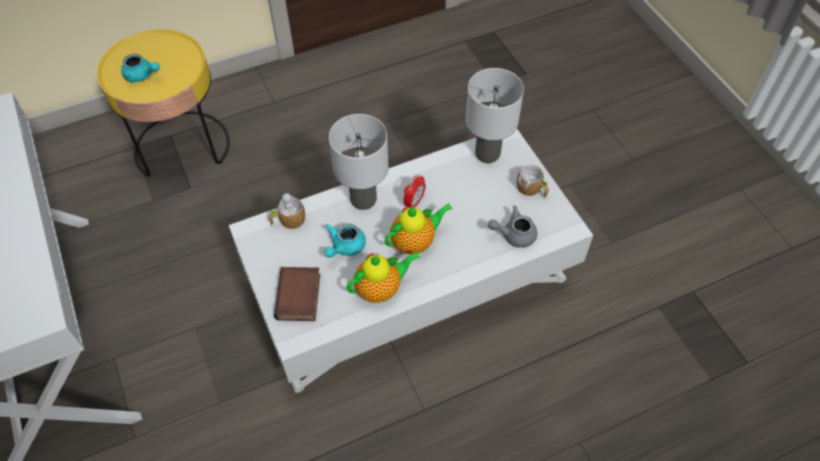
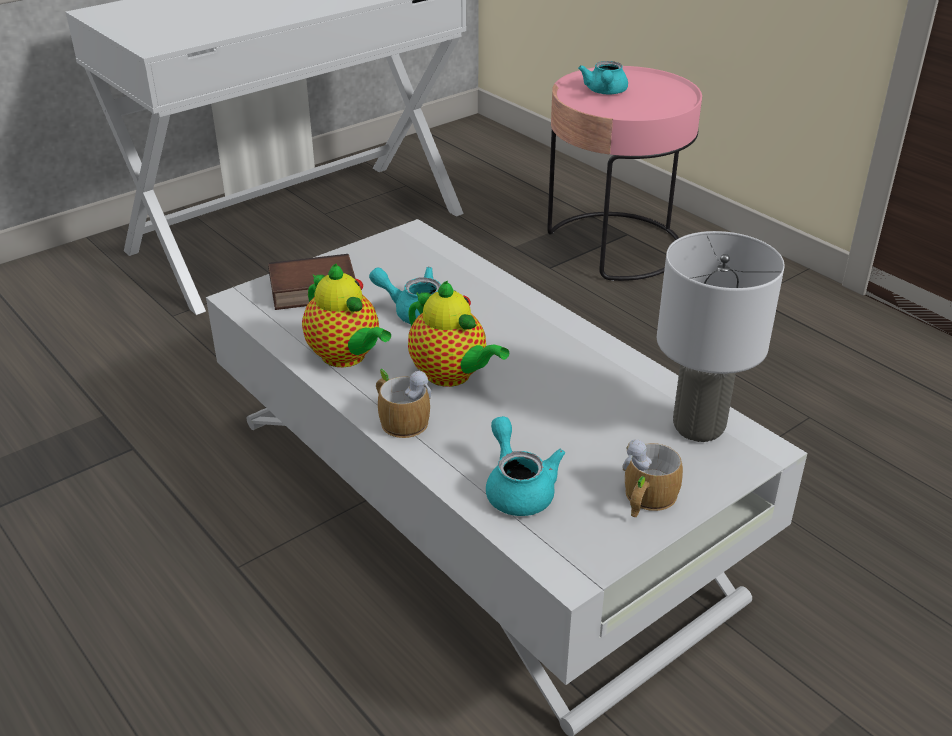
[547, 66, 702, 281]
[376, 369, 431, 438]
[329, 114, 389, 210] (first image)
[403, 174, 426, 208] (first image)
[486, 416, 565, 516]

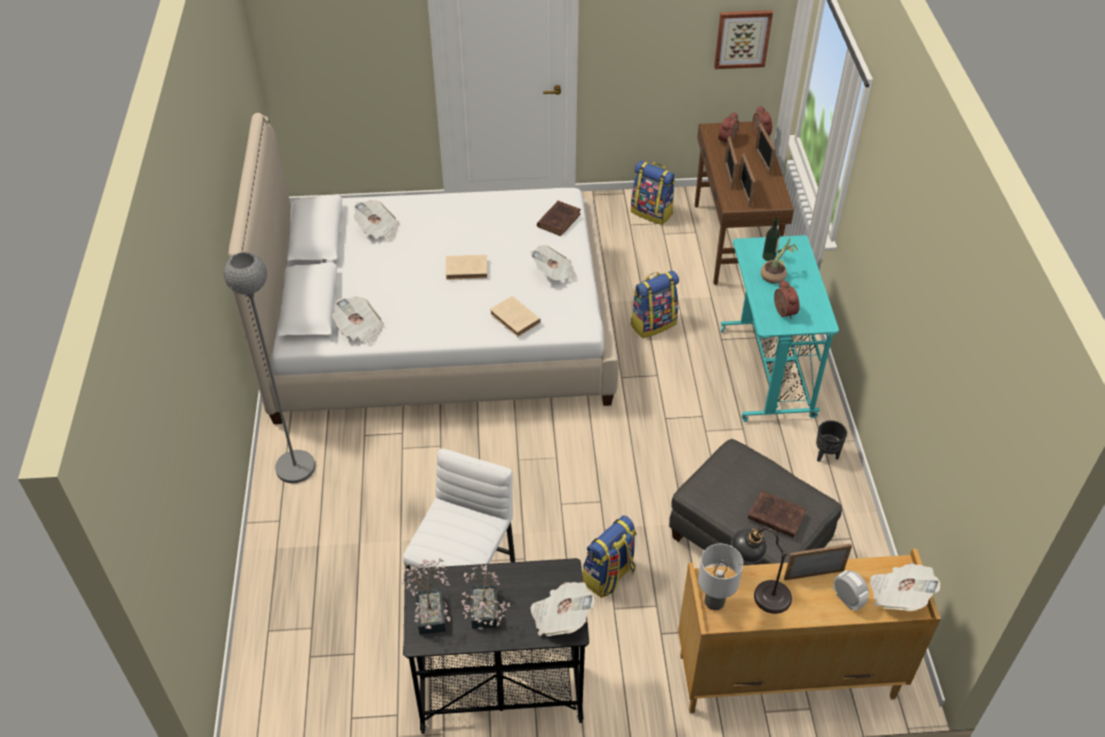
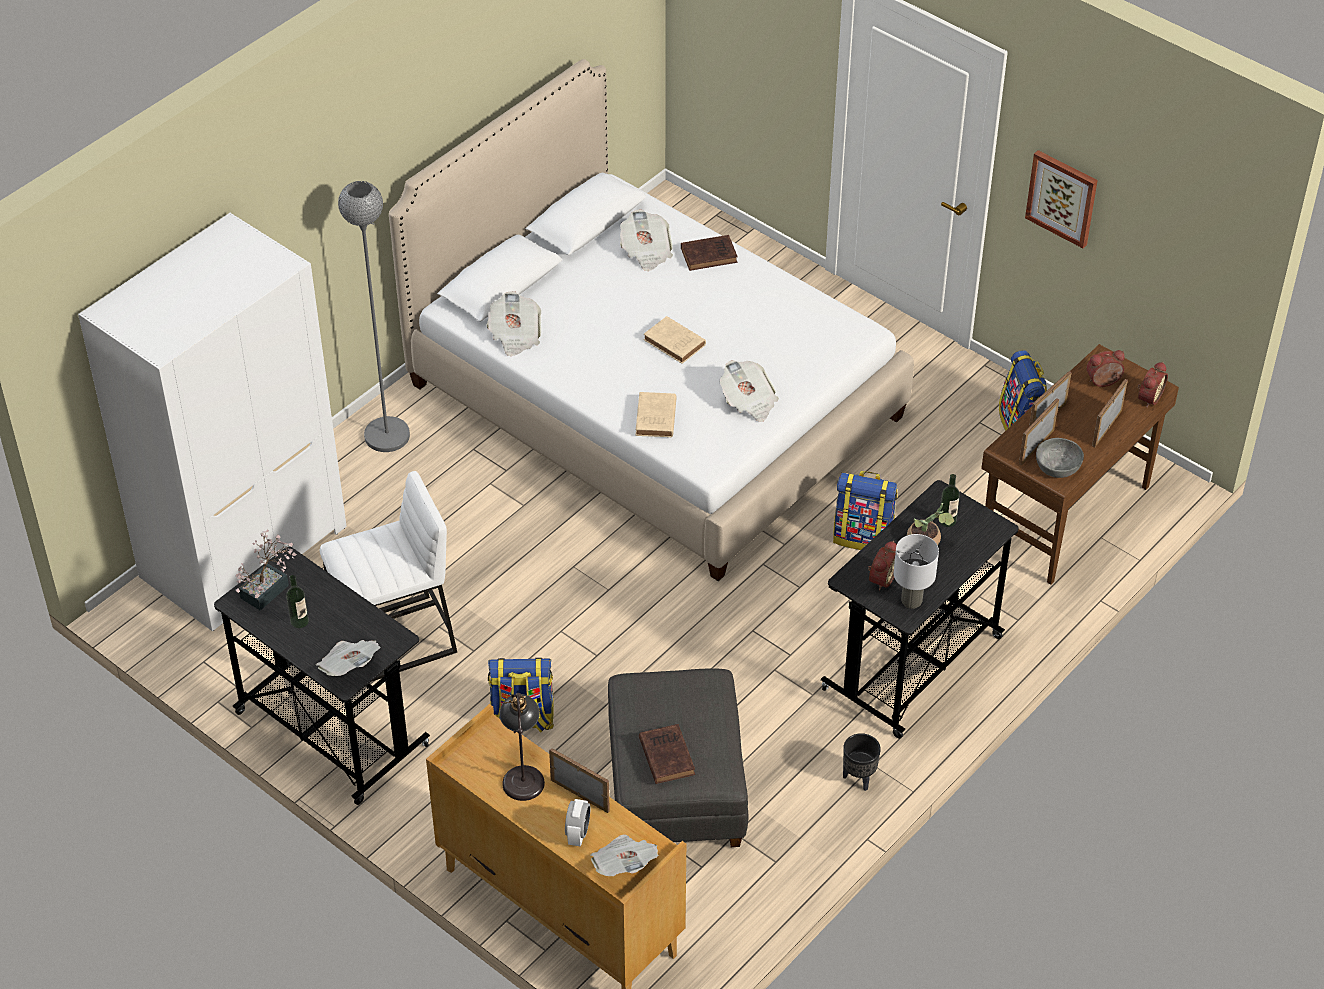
[286, 575, 309, 628]
[681, 235, 738, 271]
[893, 534, 939, 609]
[1025, 150, 1098, 248]
[821, 480, 1019, 739]
[78, 213, 347, 631]
[1036, 438, 1084, 478]

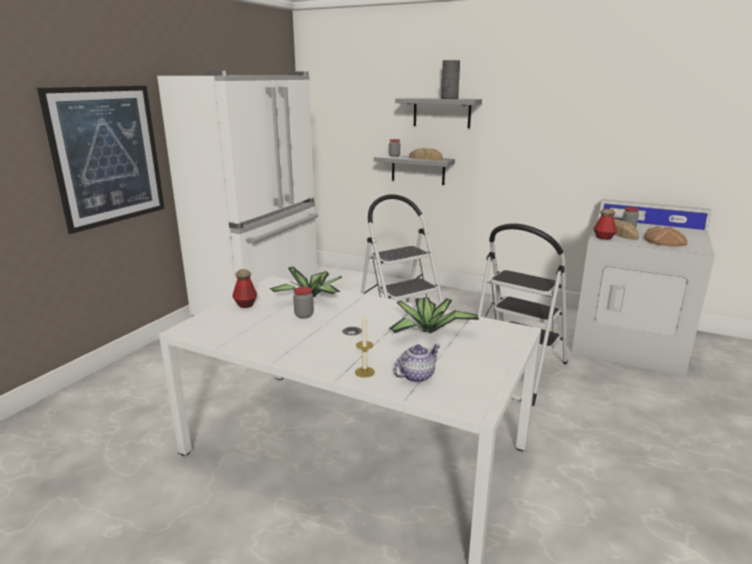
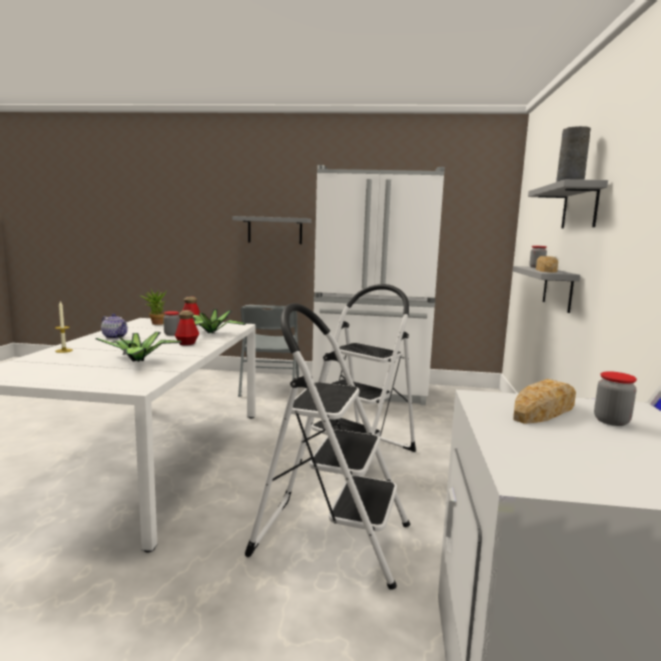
[232, 216, 312, 244]
[101, 314, 128, 339]
[175, 310, 199, 346]
[644, 226, 687, 247] (first image)
[139, 289, 167, 325]
[238, 305, 299, 397]

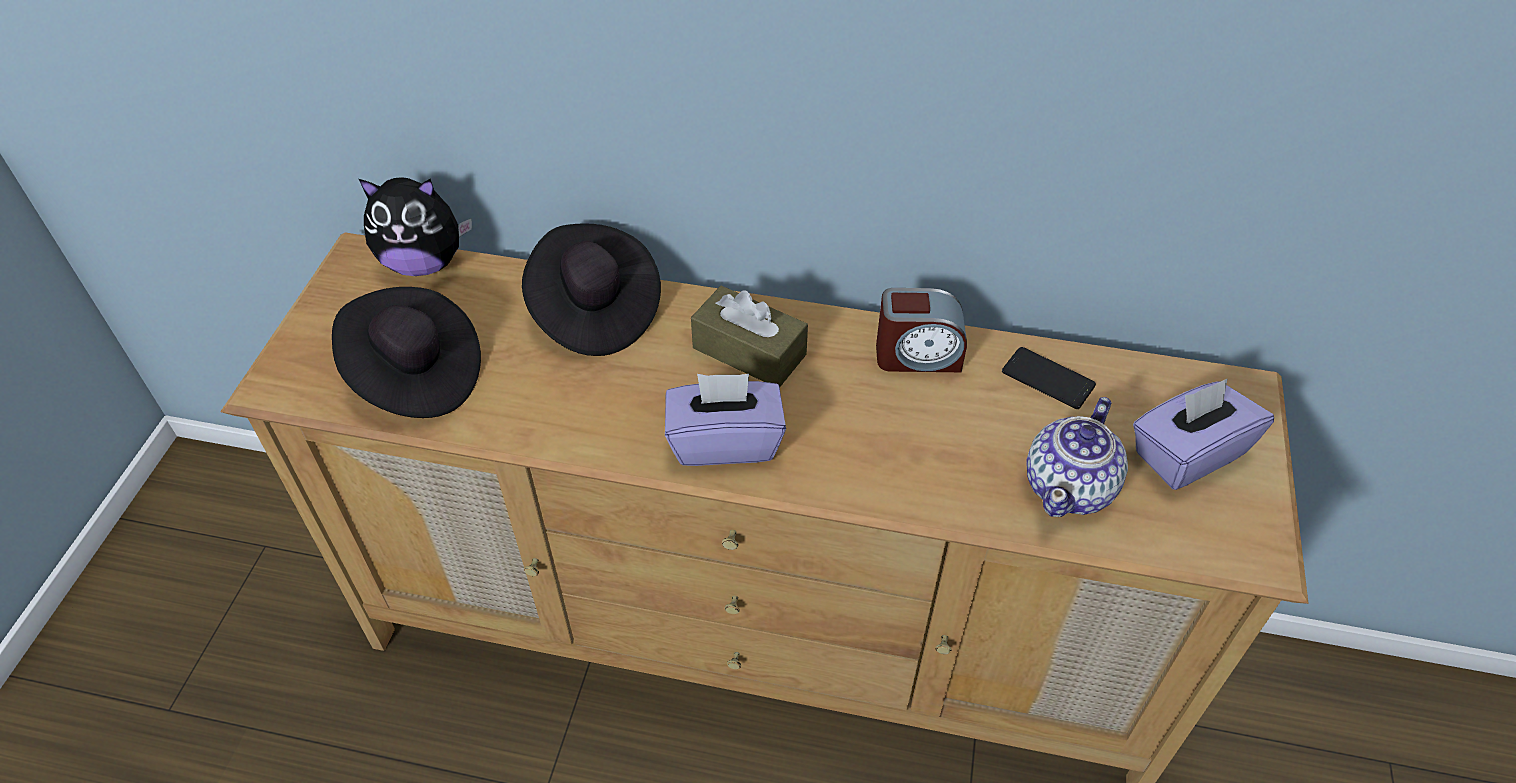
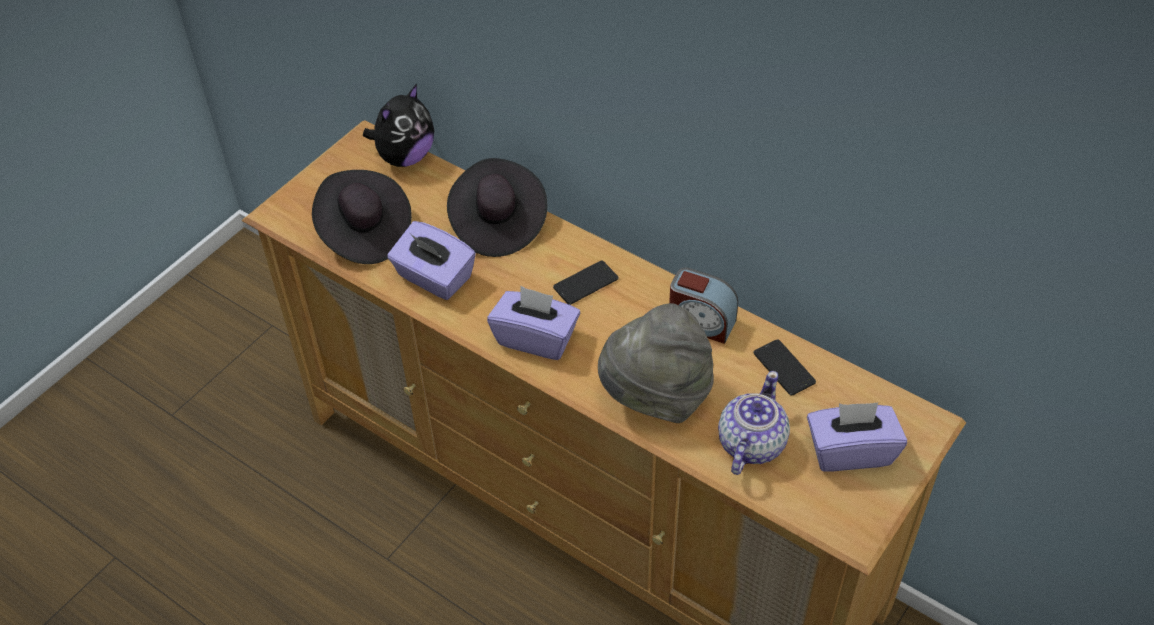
[363, 84, 434, 167]
[553, 261, 619, 305]
[718, 371, 790, 475]
[387, 221, 476, 300]
[598, 303, 714, 423]

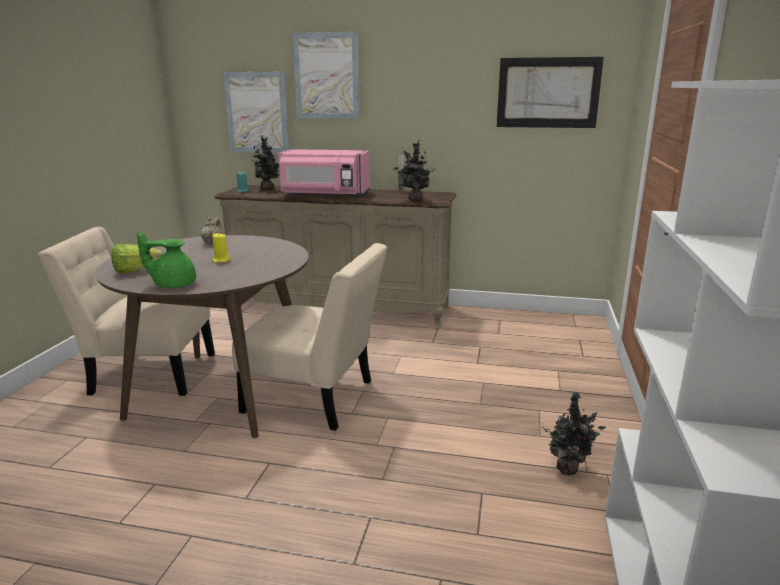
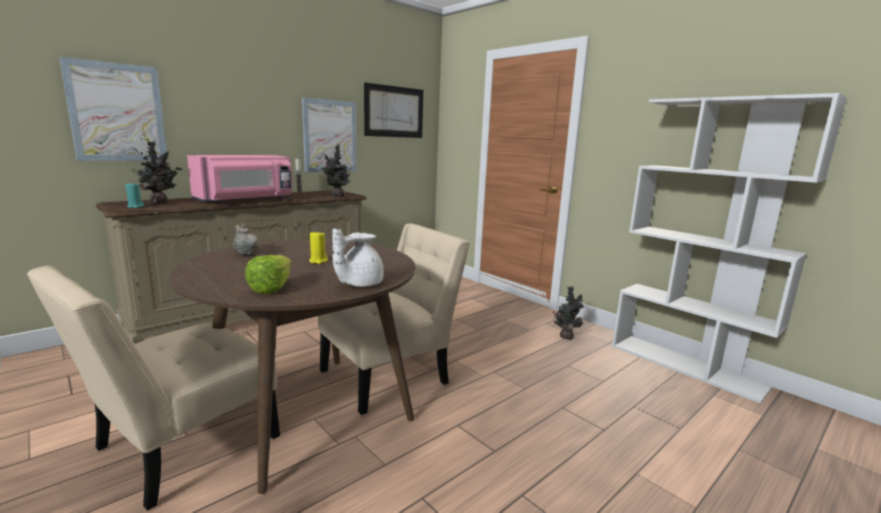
[332, 229, 384, 287]
[302, 97, 356, 172]

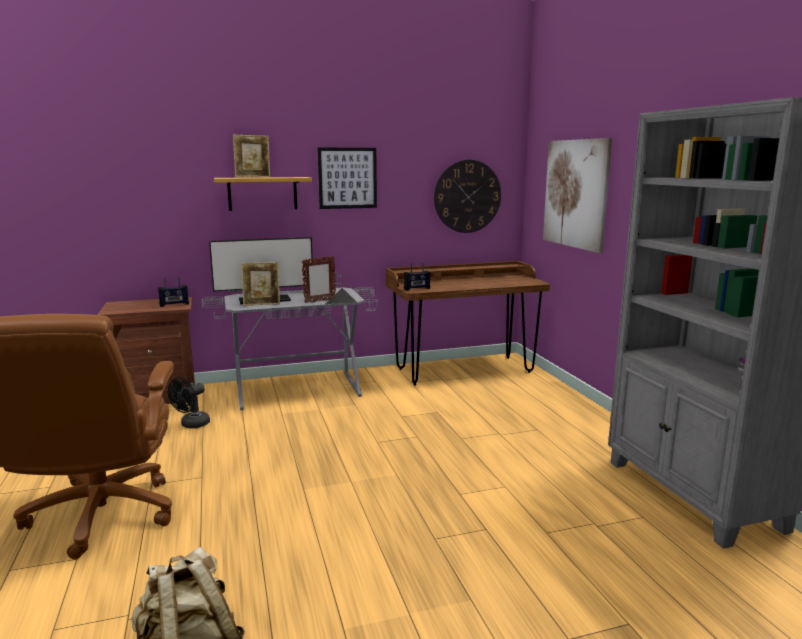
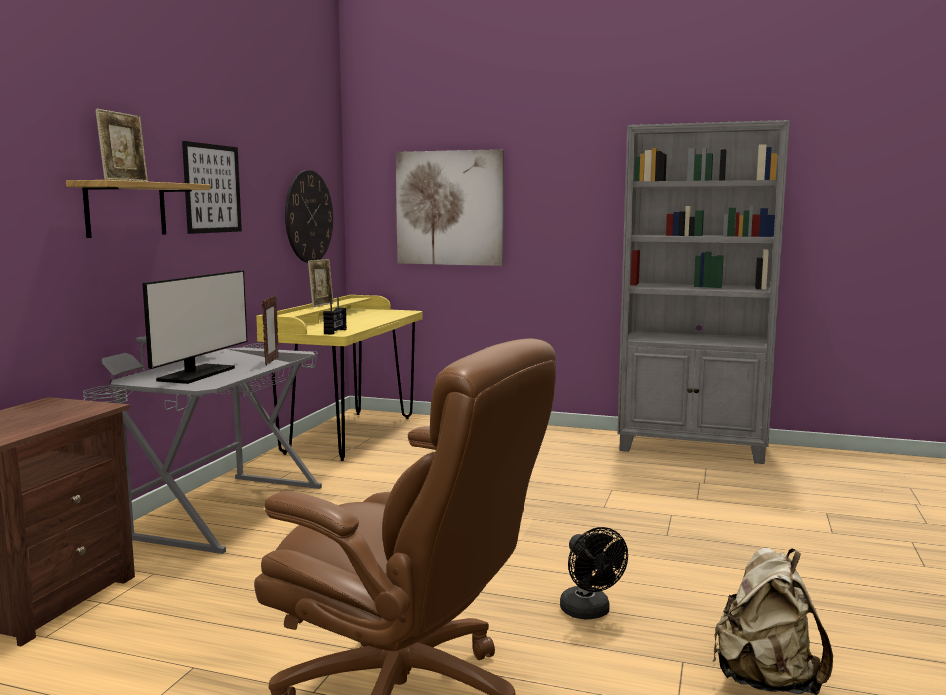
[158, 276, 189, 307] (first image)
[560, 527, 628, 620]
[308, 259, 334, 307]
[256, 295, 423, 461]

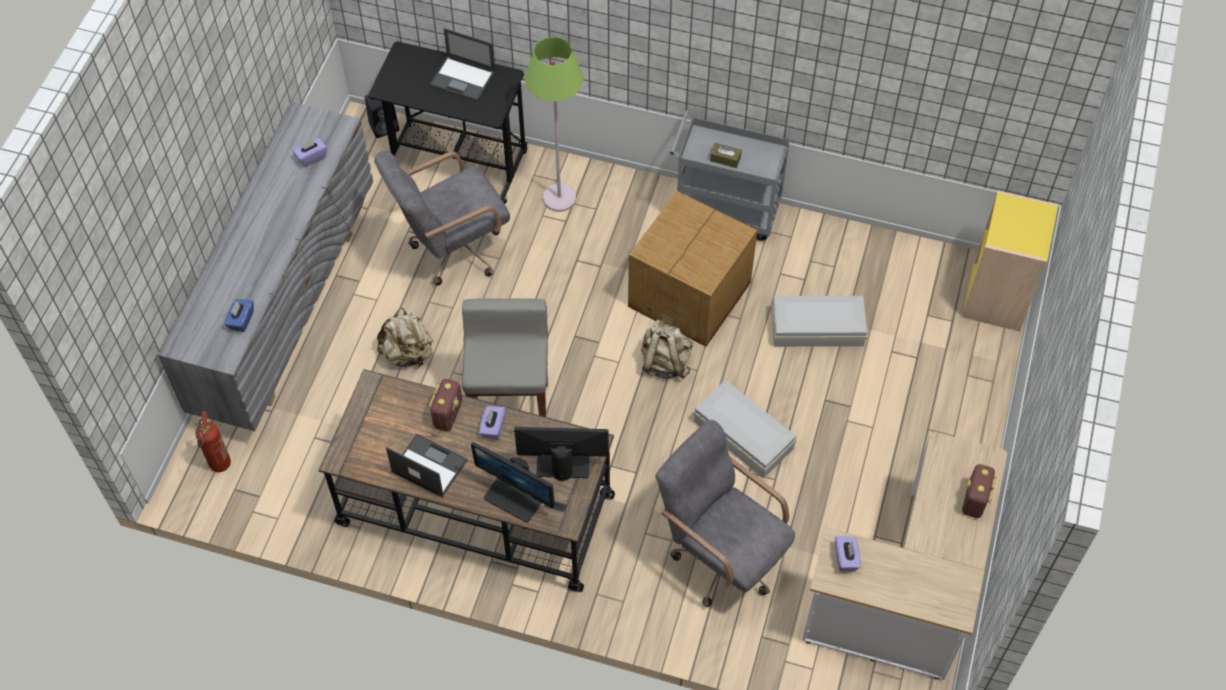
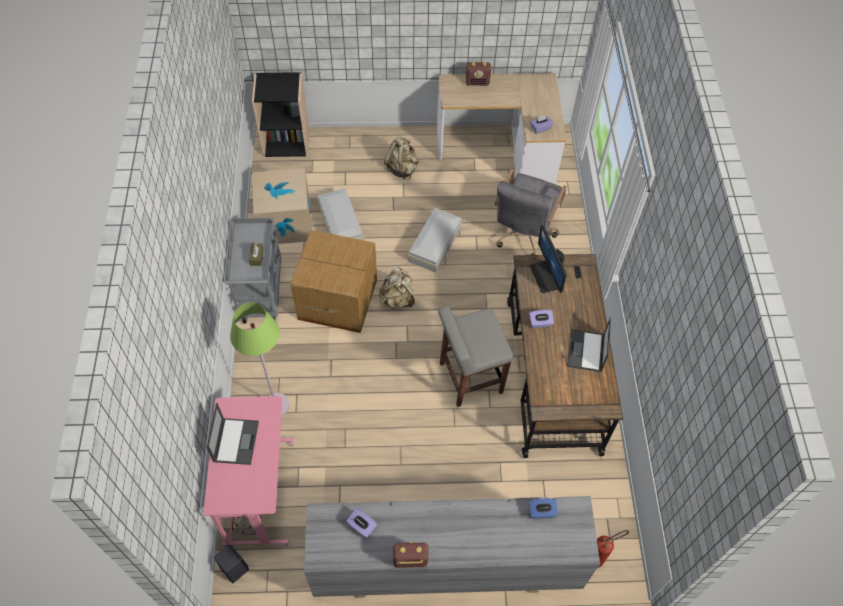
[204, 396, 294, 547]
[374, 151, 510, 285] (first image)
[384, 136, 419, 179]
[393, 541, 429, 568]
[471, 442, 555, 523] (first image)
[252, 72, 309, 157]
[252, 168, 312, 244]

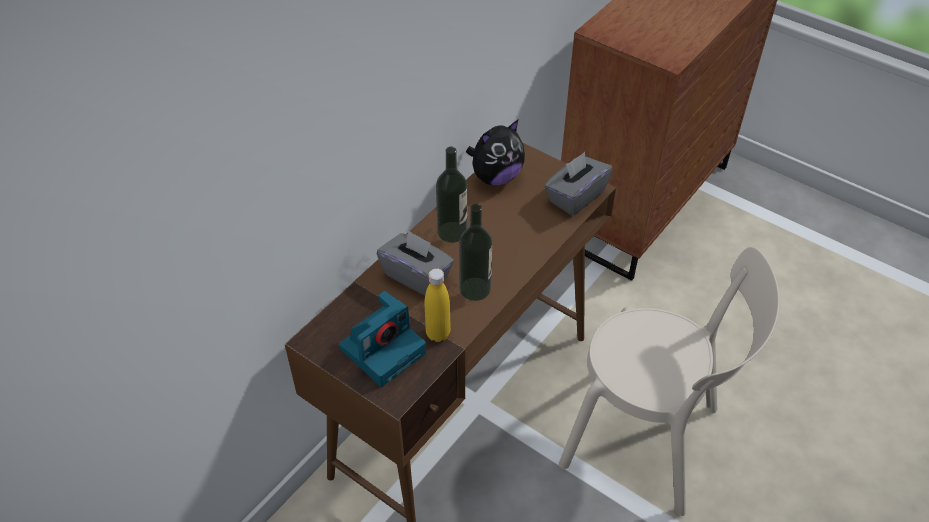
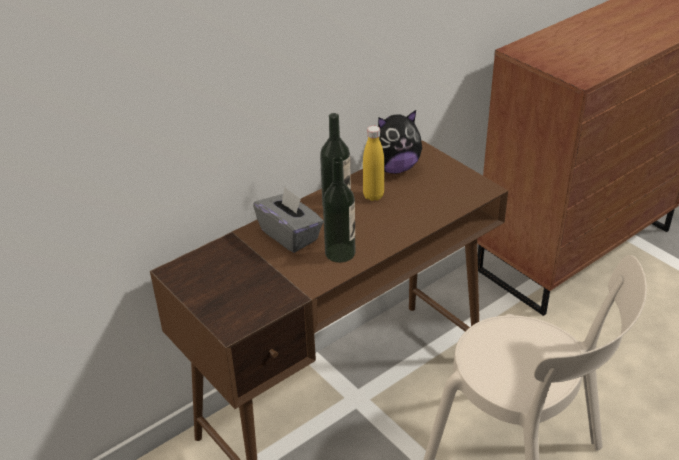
[339, 291, 426, 387] (first image)
[363, 126, 384, 201]
[544, 152, 613, 216] (first image)

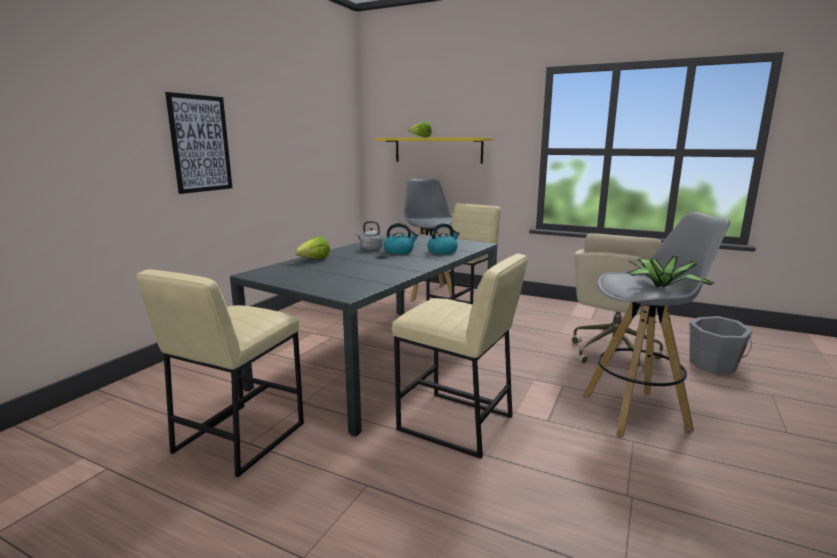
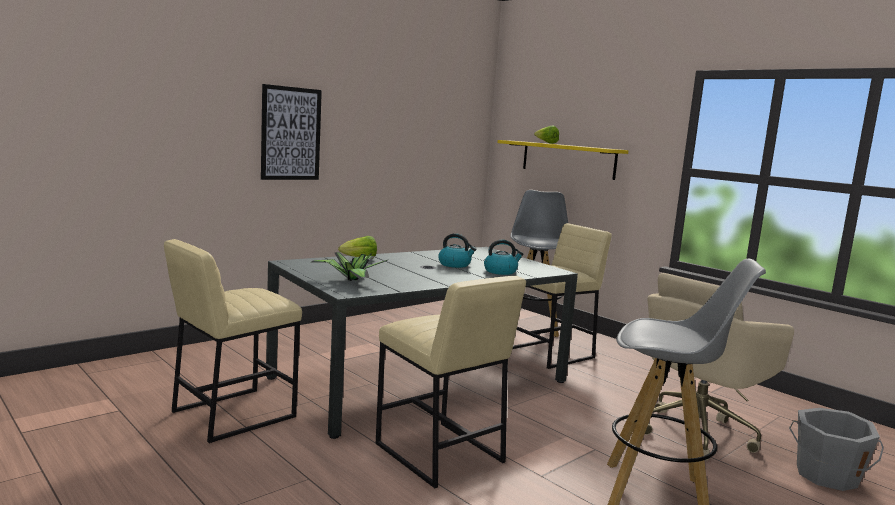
[356, 221, 383, 250] (first image)
[312, 252, 388, 281]

